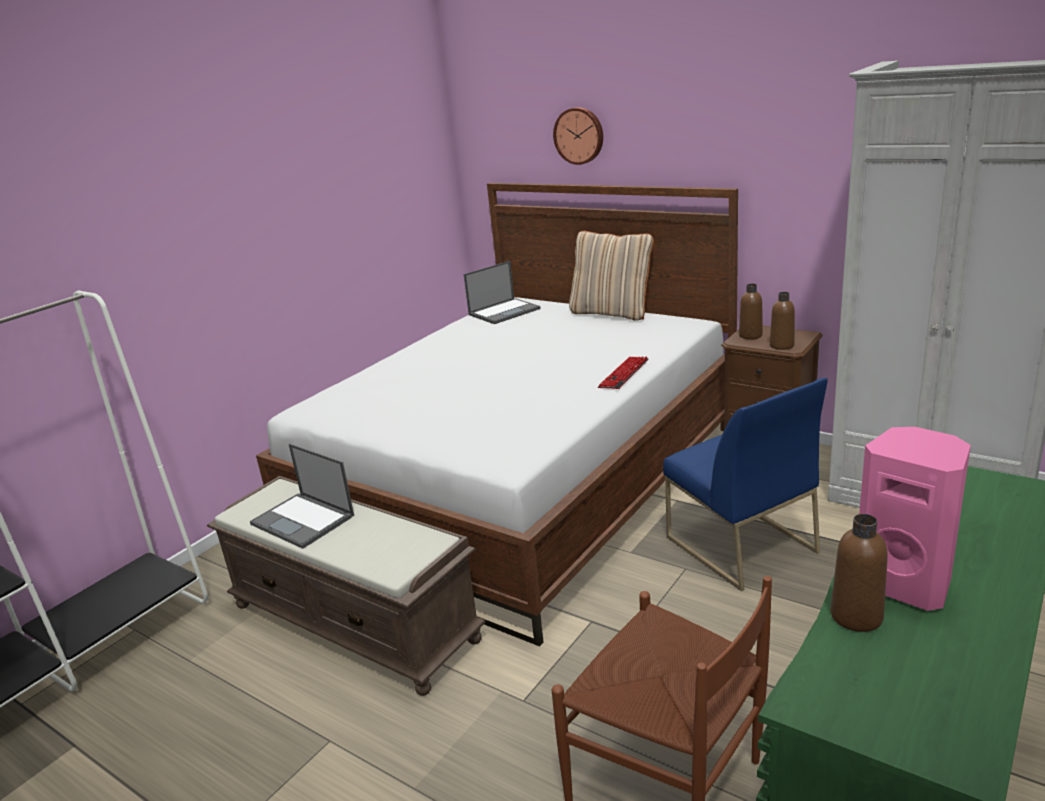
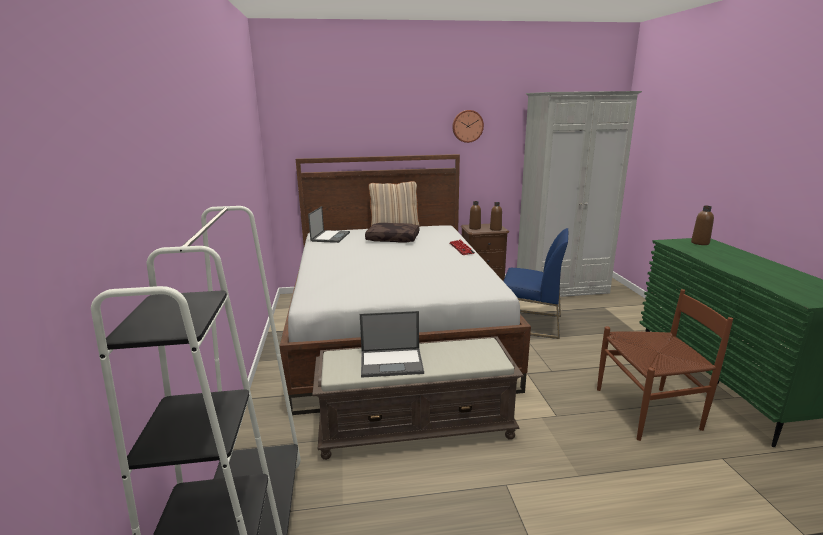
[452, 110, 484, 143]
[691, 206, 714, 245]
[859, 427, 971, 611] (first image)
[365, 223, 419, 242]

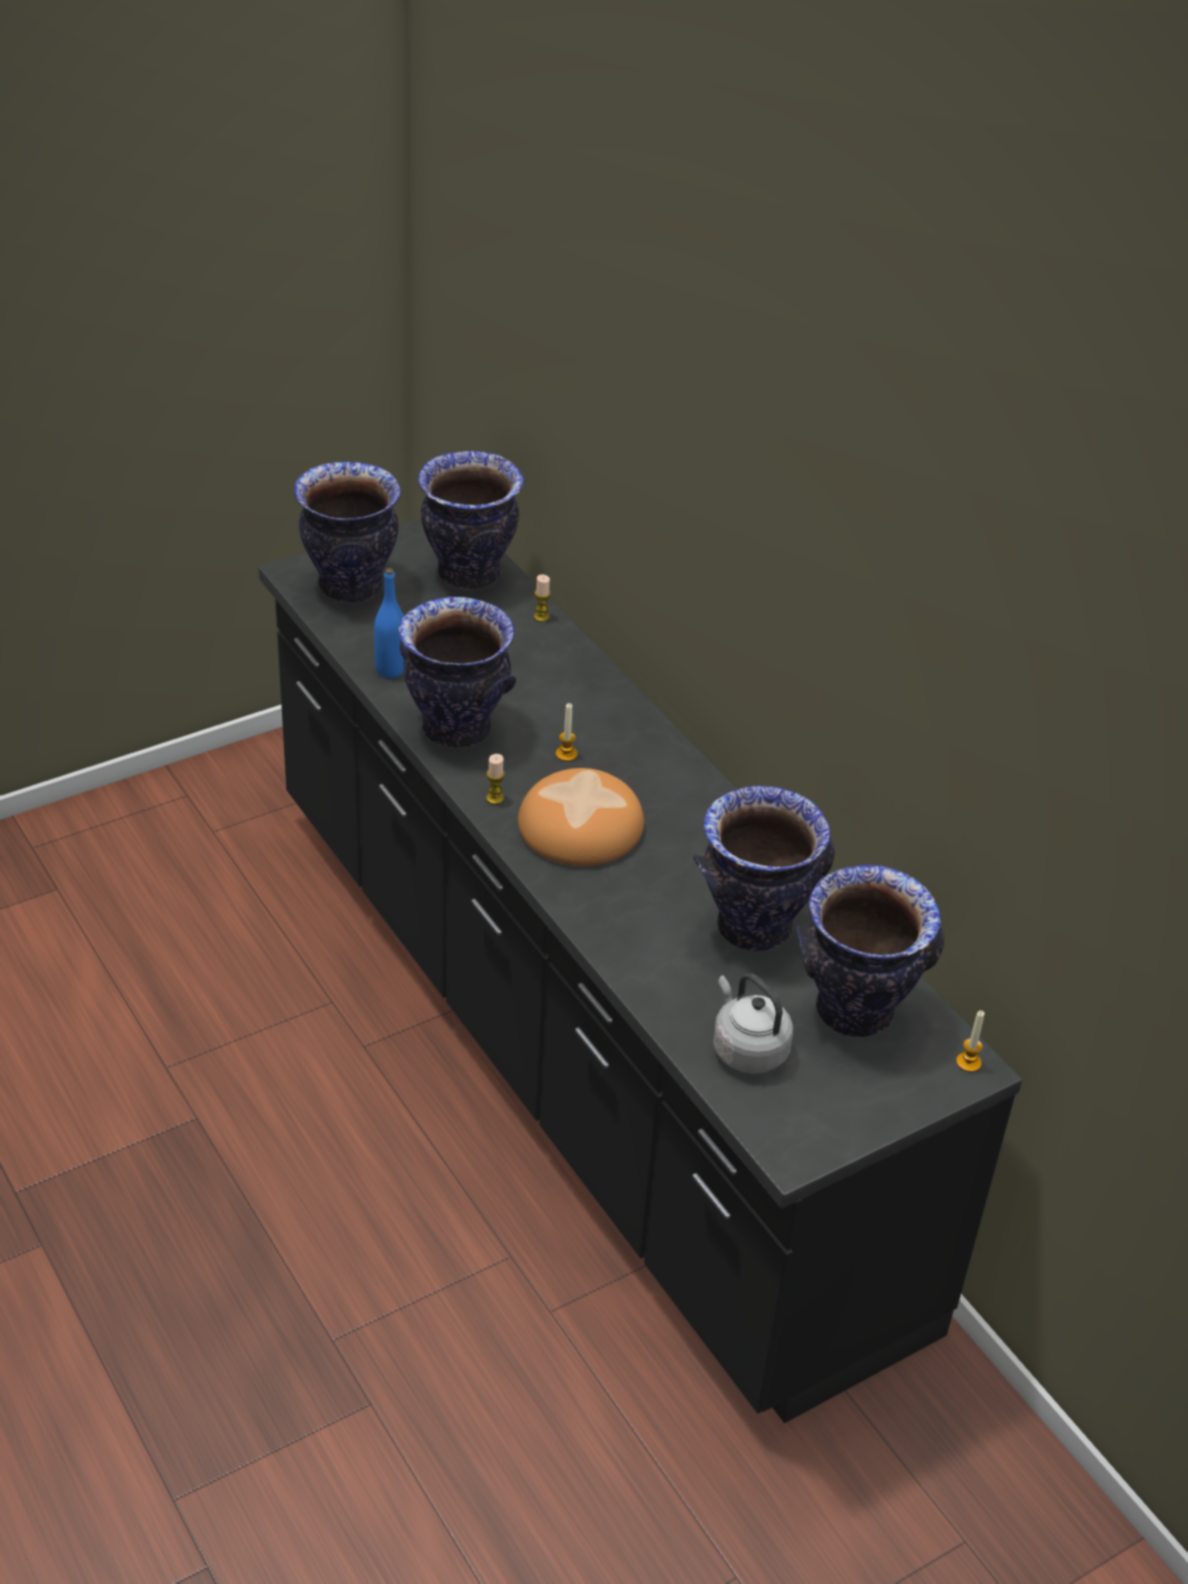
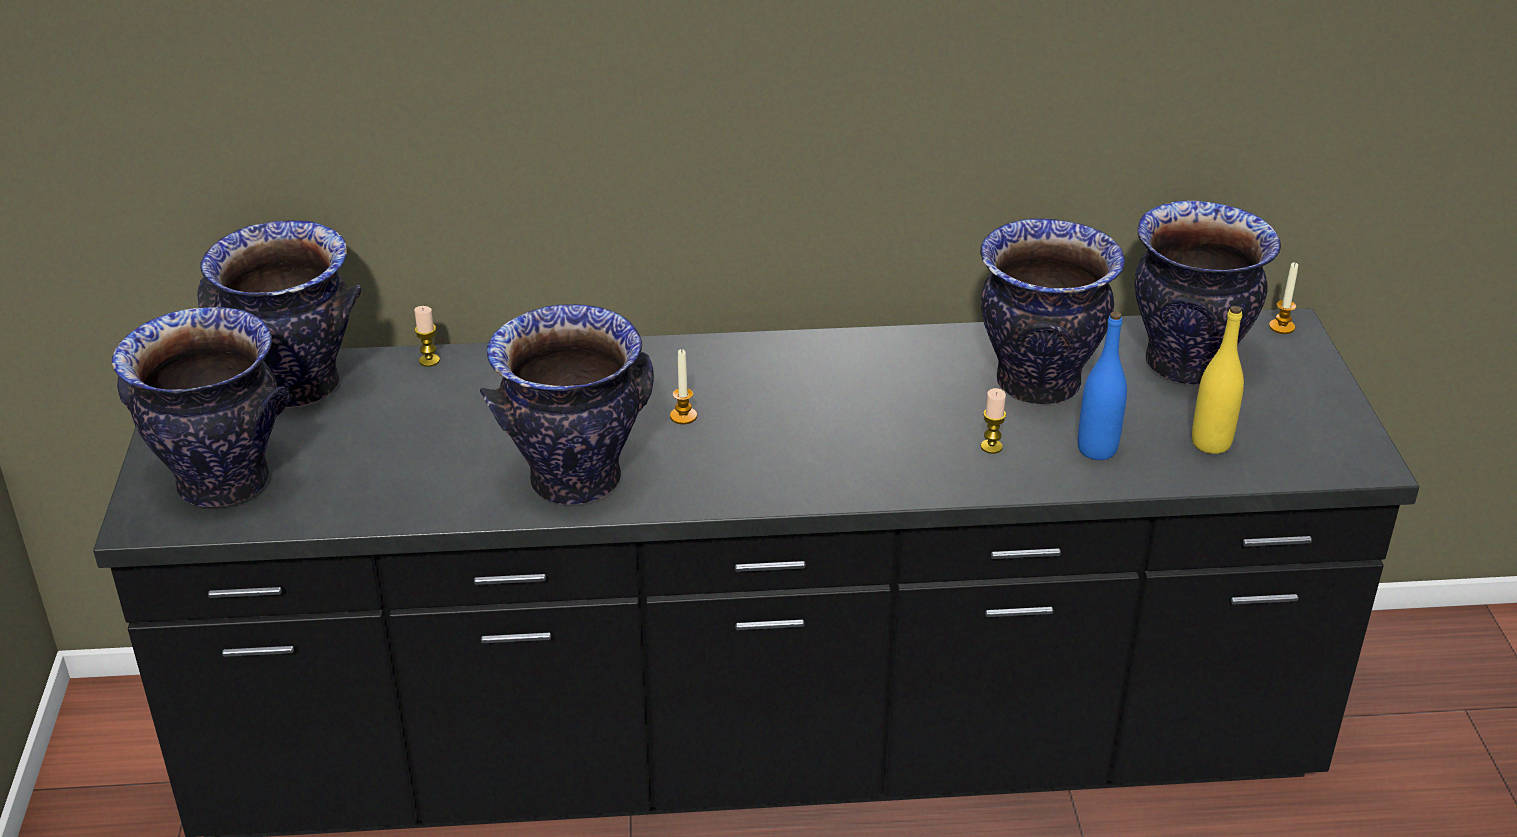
[1078, 311, 1127, 460]
[981, 388, 1006, 454]
[518, 768, 644, 866] (first image)
[1192, 306, 1244, 454]

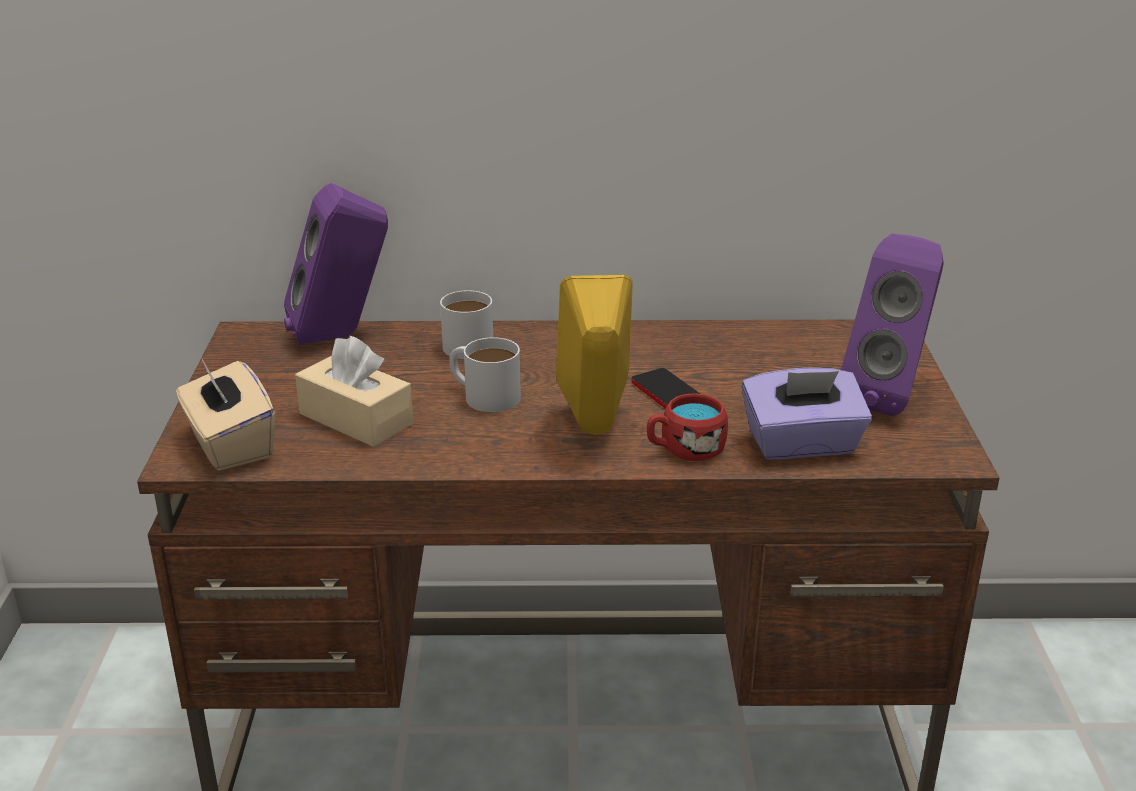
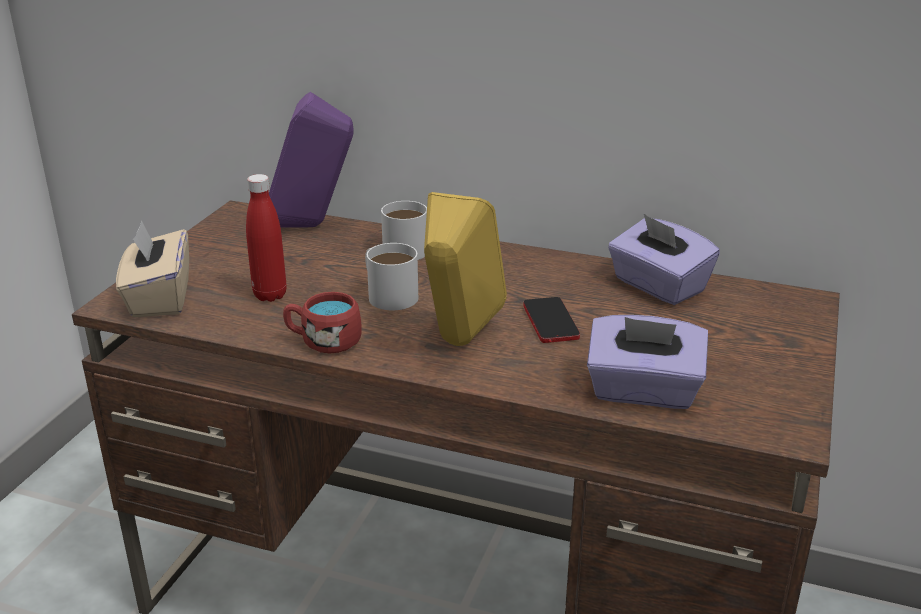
[246, 174, 287, 302]
[283, 292, 362, 354]
[841, 234, 944, 416] (first image)
[608, 214, 720, 305]

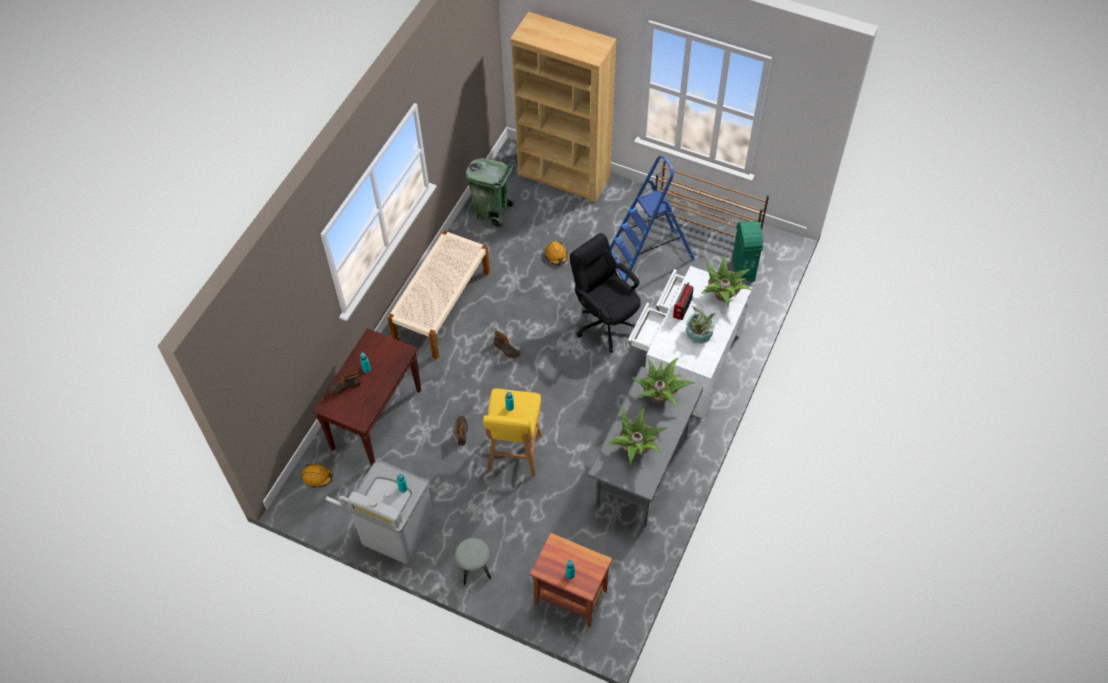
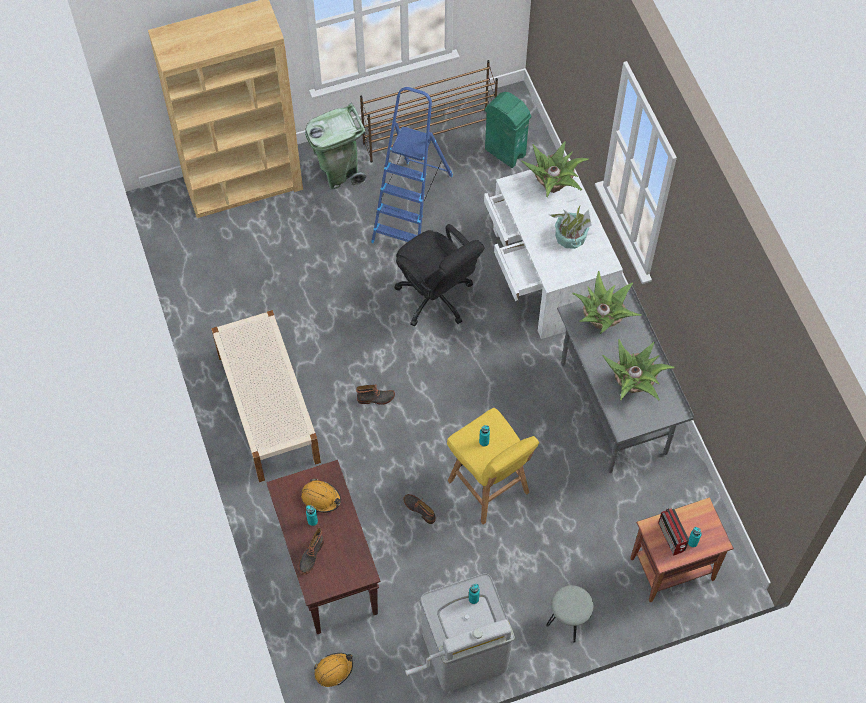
[305, 103, 366, 190]
[301, 478, 341, 513]
[395, 224, 484, 327]
[658, 508, 689, 556]

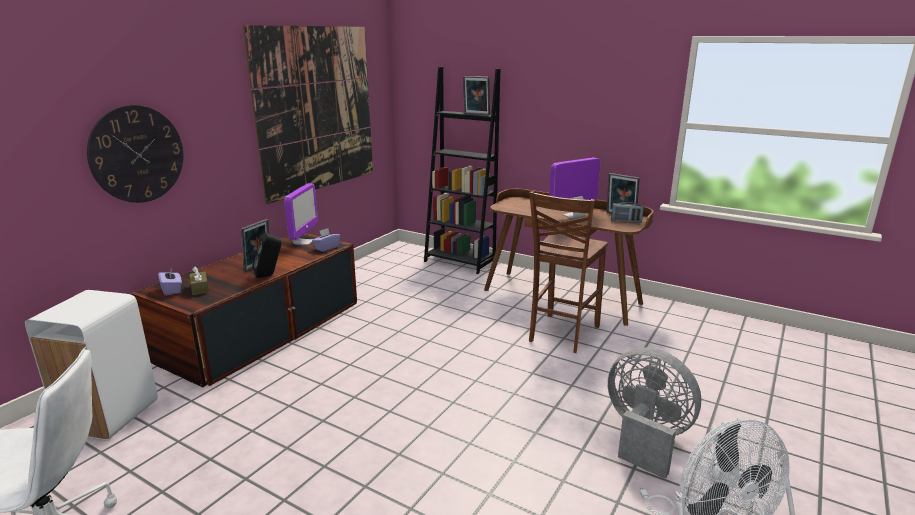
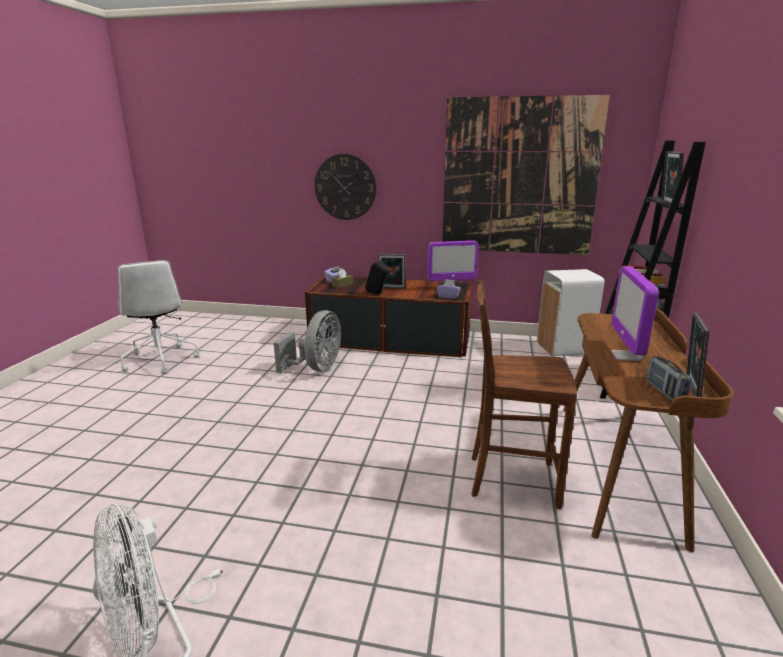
[537, 269, 604, 357]
[611, 266, 659, 361]
[274, 310, 341, 373]

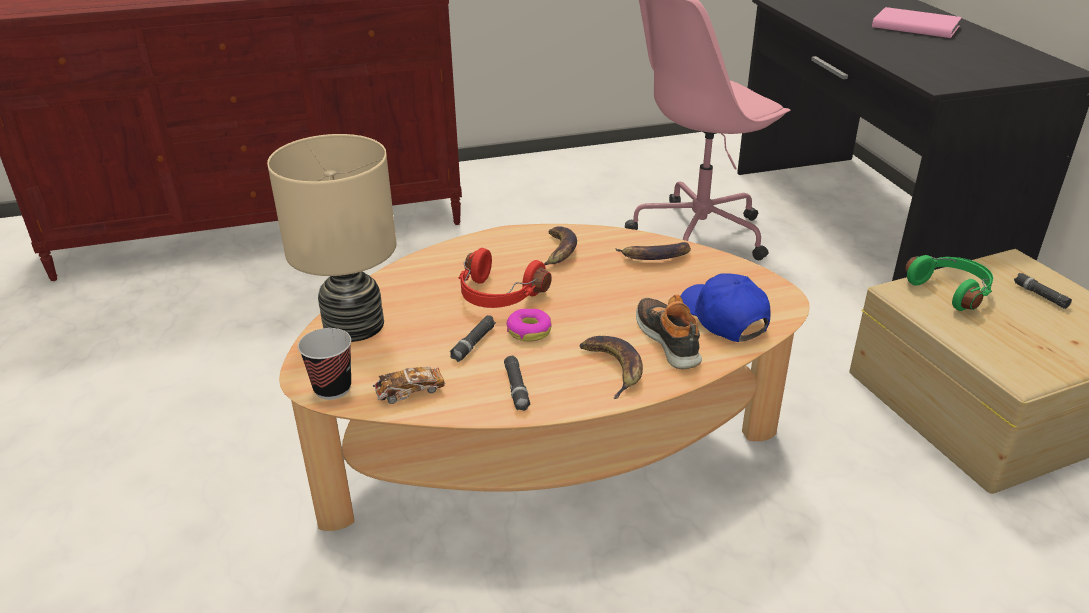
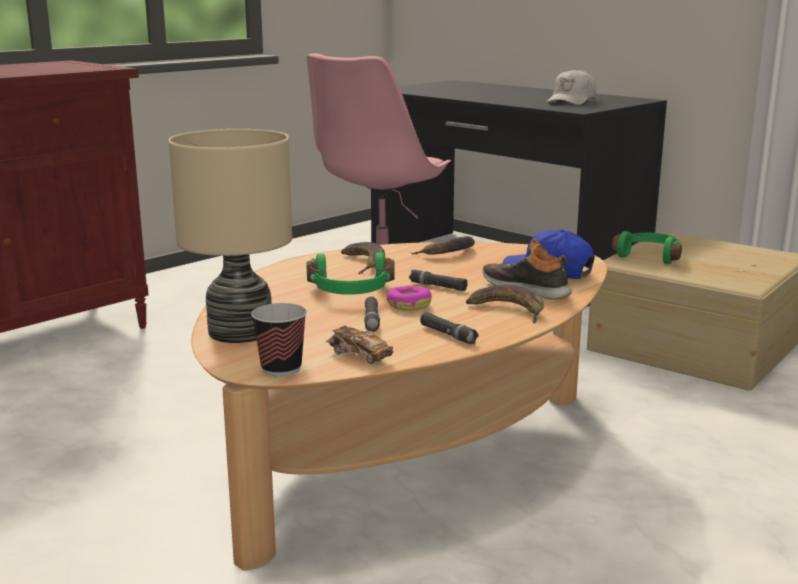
[326, 326, 393, 364]
[306, 252, 394, 295]
[872, 7, 962, 38] (first image)
[409, 270, 468, 291]
[546, 69, 596, 105]

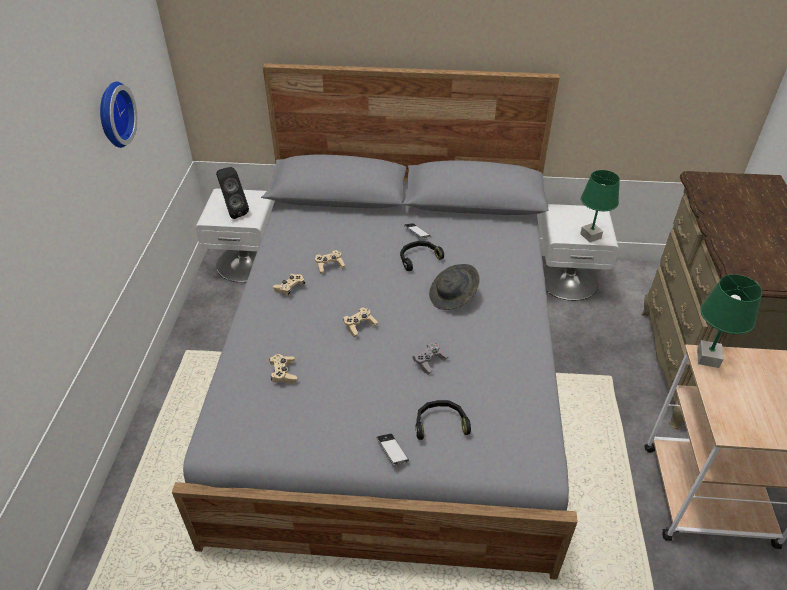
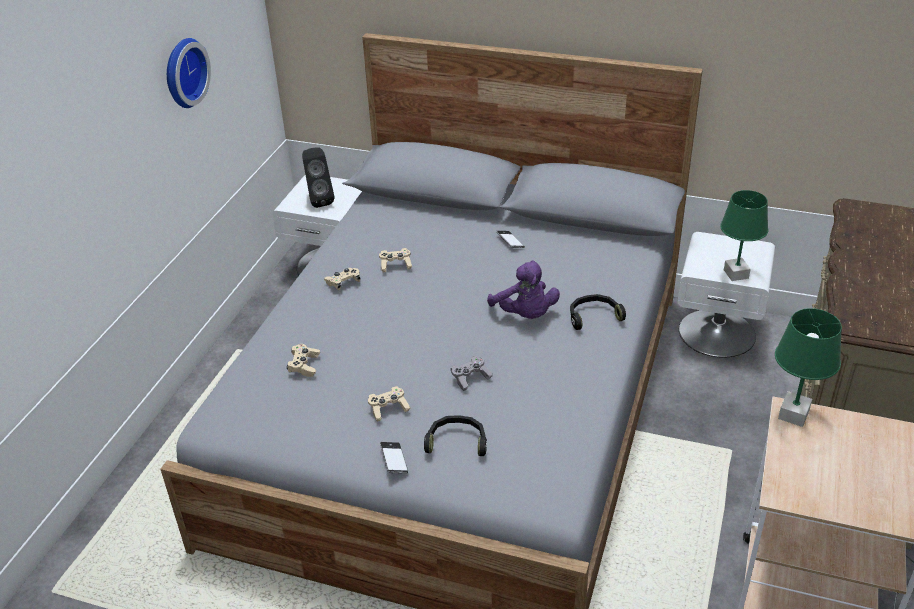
[368, 386, 410, 422]
[570, 294, 626, 330]
[487, 261, 560, 319]

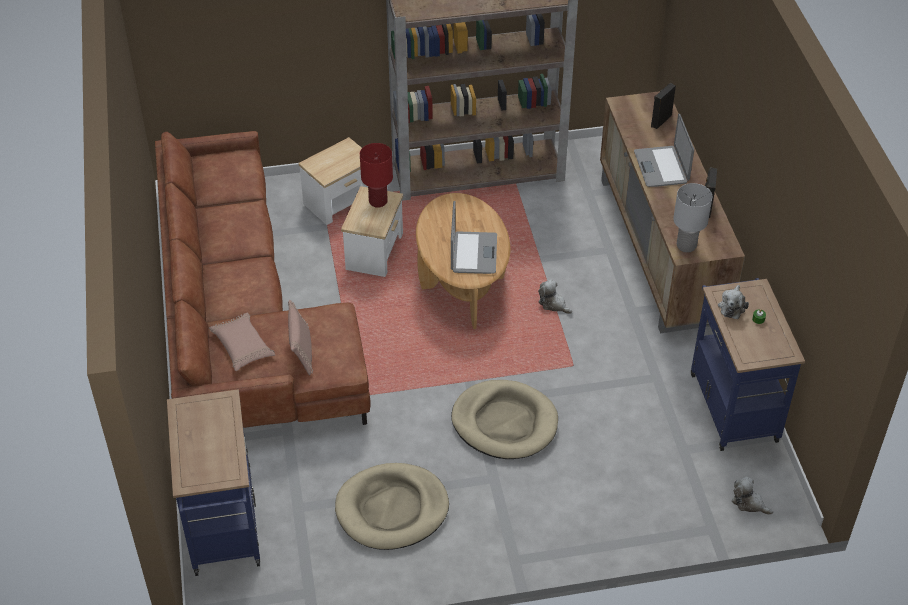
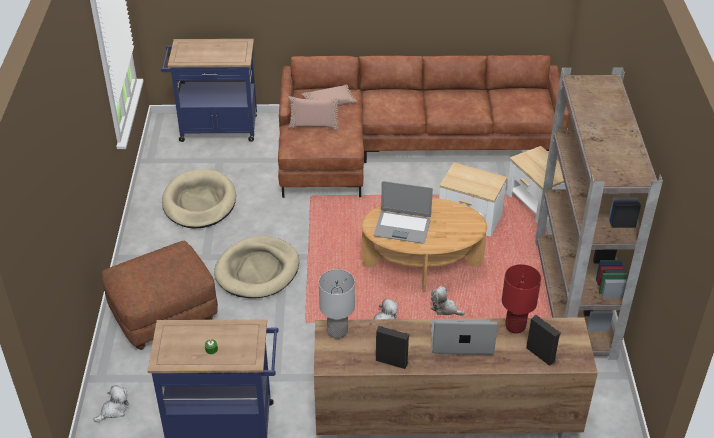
[502, 264, 541, 334]
[431, 286, 465, 316]
[102, 241, 218, 350]

